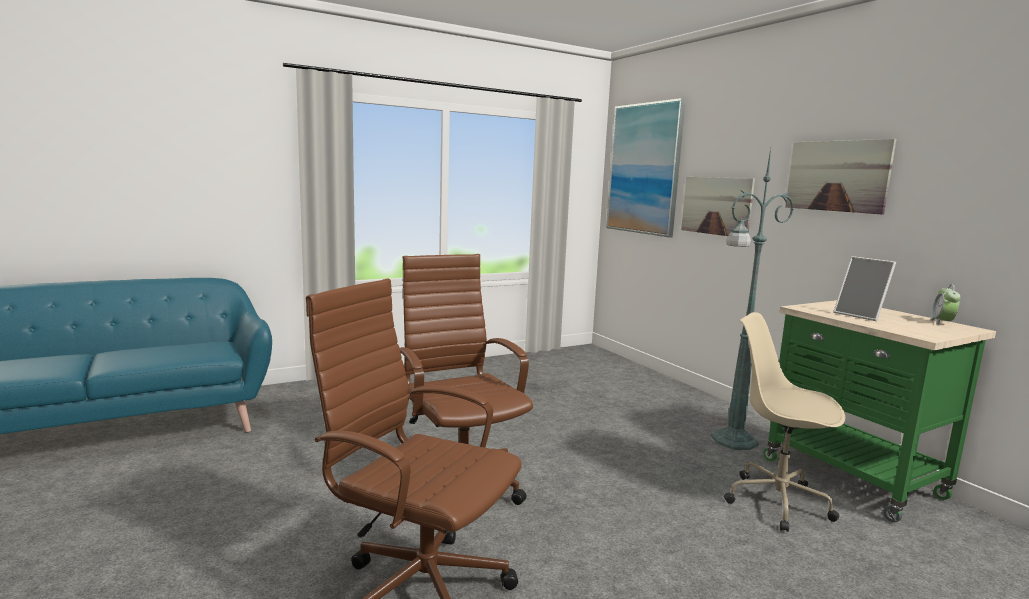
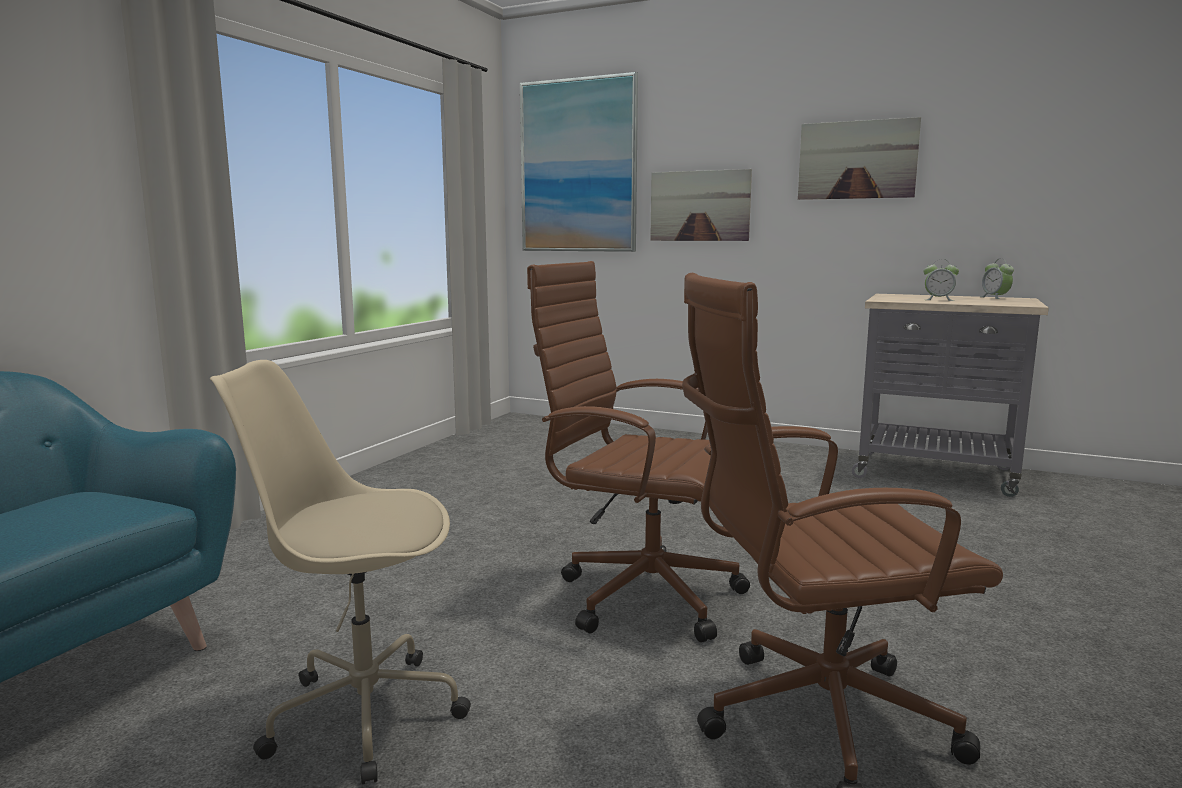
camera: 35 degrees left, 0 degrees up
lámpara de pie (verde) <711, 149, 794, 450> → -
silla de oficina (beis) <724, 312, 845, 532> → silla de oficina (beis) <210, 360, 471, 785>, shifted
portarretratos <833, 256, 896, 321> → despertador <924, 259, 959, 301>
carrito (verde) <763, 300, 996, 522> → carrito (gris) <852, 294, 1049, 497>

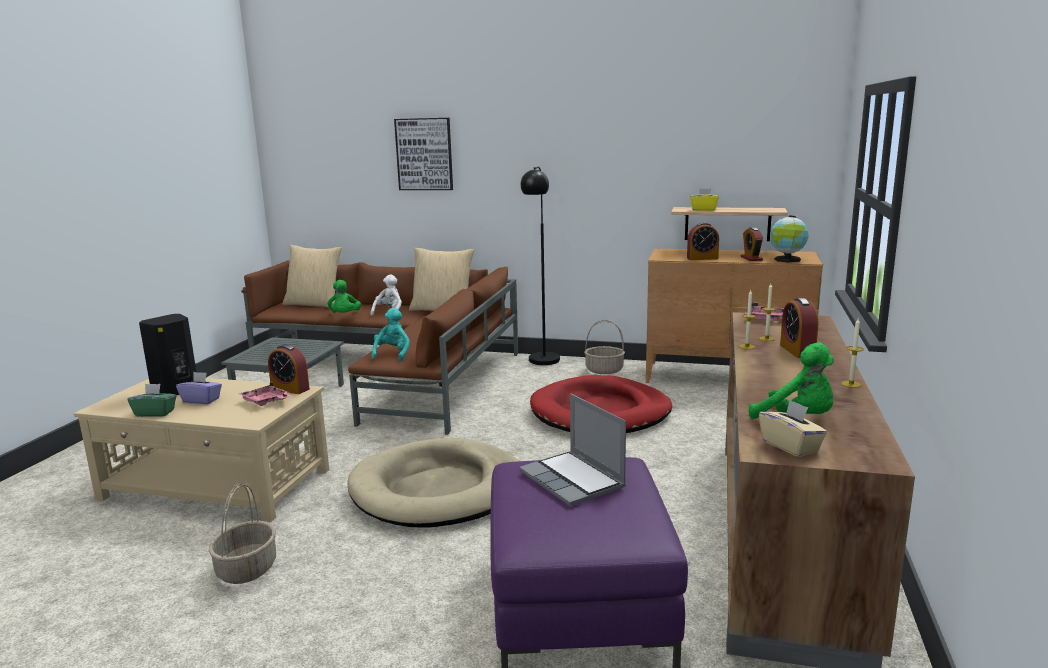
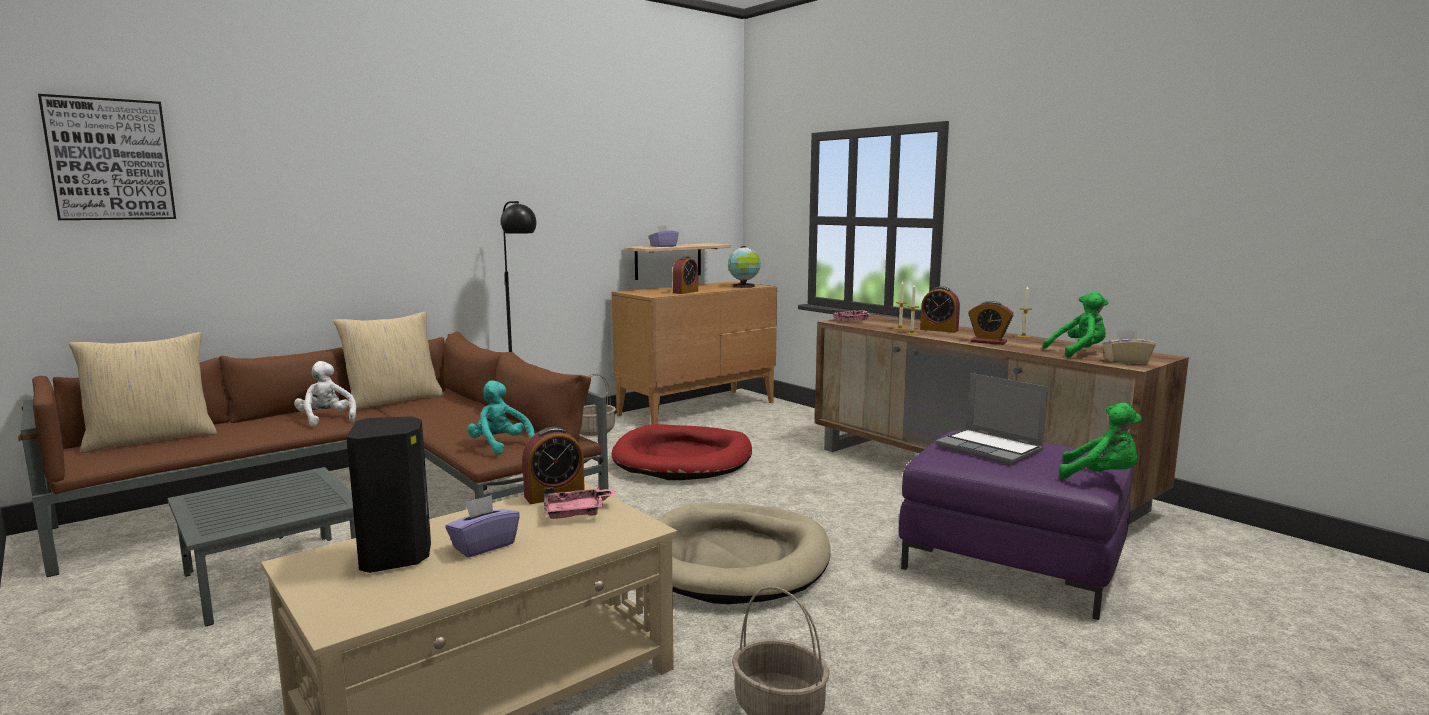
camera: 55 degrees left, 5 degrees down
caja de pañuelos (verde) <128, 384, 176, 417> → -
peluche (verde) <327, 280, 361, 313> → peluche (verde) <1059, 403, 1142, 479>, shifted
cuadro <394, 118, 453, 190> → cuadro <38, 94, 176, 220>, shifted
despertador <741, 227, 763, 261> → despertador <968, 301, 1014, 345>, shifted
caja de pañuelos (amarillo) <690, 188, 718, 211> → caja de pañuelos (morado) <648, 225, 679, 247>
portátil <519, 394, 626, 506> → portátil <936, 373, 1048, 465>, 45 degrees clockwise

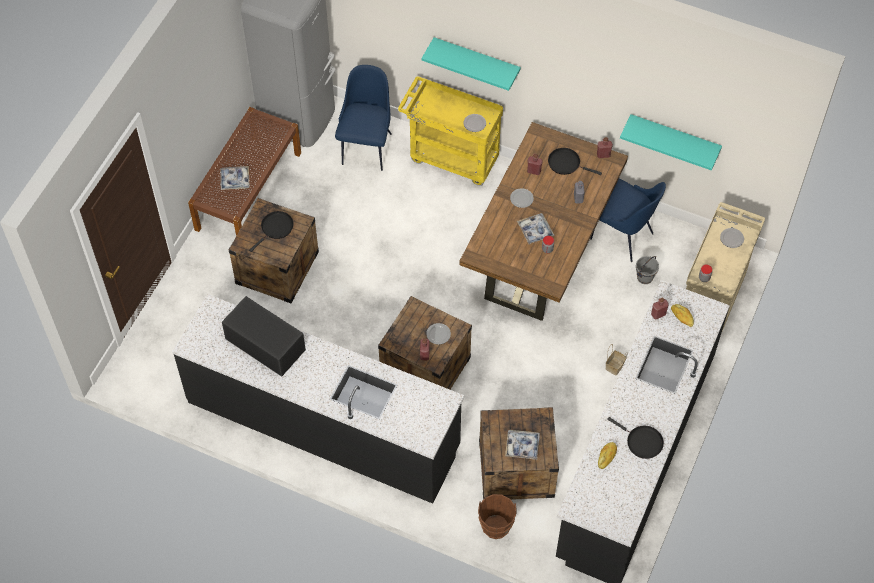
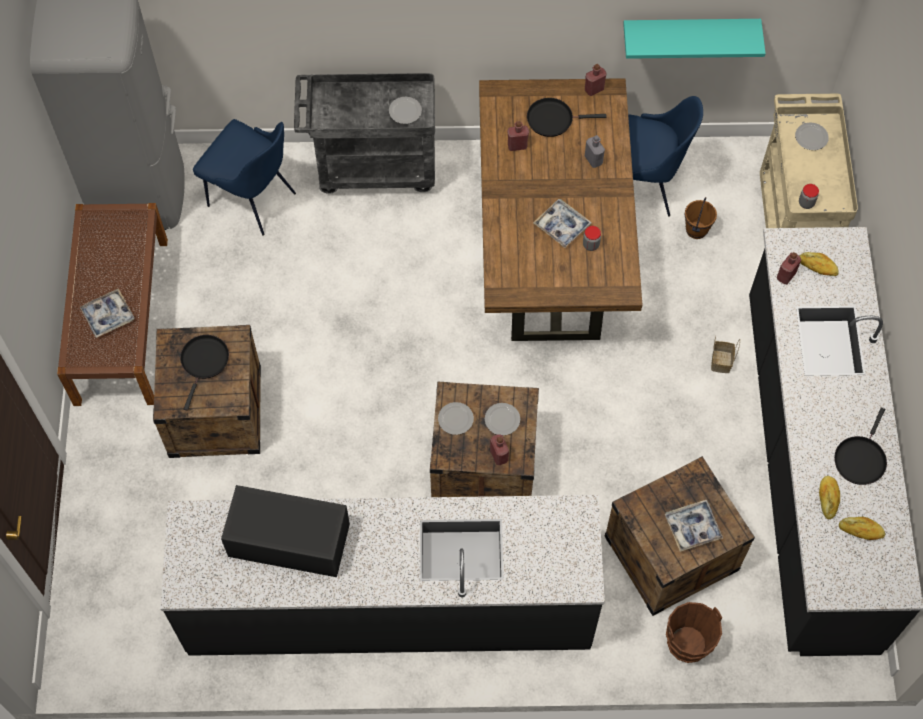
camera: 25 degrees left, 5 degrees up
estante (turquesa) <422, 37, 521, 91> → -
- → pan <839, 517, 885, 540>
plato <510, 188, 534, 208> → plato <438, 402, 474, 435>, shifted
carrito (amarillo) <398, 76, 503, 186> → carrito (negro) <294, 73, 435, 194>
cubo (gris) <636, 256, 659, 284> → cubo (marrón) <684, 197, 717, 239>
silla (azul) <335, 65, 392, 171> → silla (azul) <193, 119, 296, 236>, 135 degrees clockwise
sartén (negro) <607, 417, 664, 459> → sartén (negro) <834, 407, 887, 485>, 105 degrees clockwise

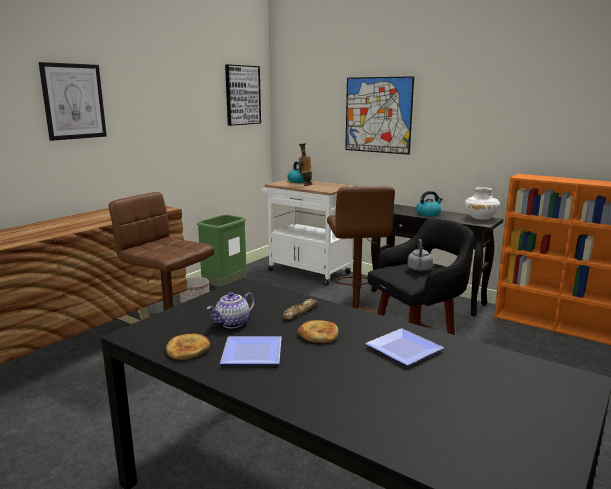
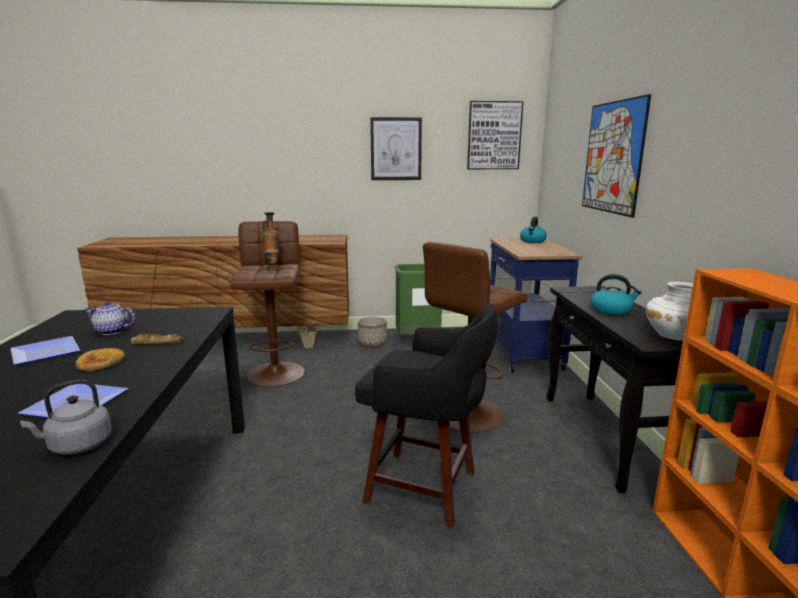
camera: 50 degrees right, 0 degrees up
pan <166, 334, 210, 360> → -
cuadro <39, 62, 107, 141> → cuadro <370, 117, 422, 180>, shifted
florero <298, 143, 313, 186> → florero <262, 212, 279, 271>, shifted
hervidor (gris) <408, 239, 433, 271> → hervidor (gris) <20, 379, 112, 455>, shifted
carrito (blanco) <261, 179, 356, 286> → carrito (azul) <490, 238, 582, 373>

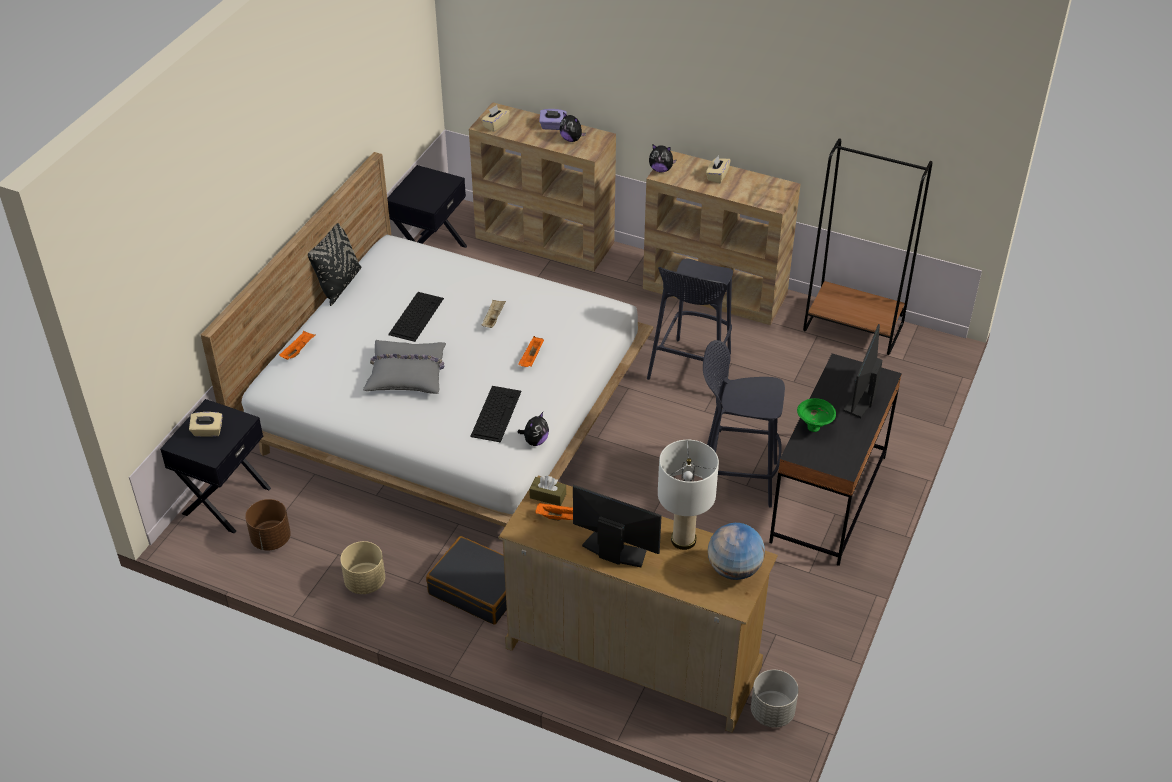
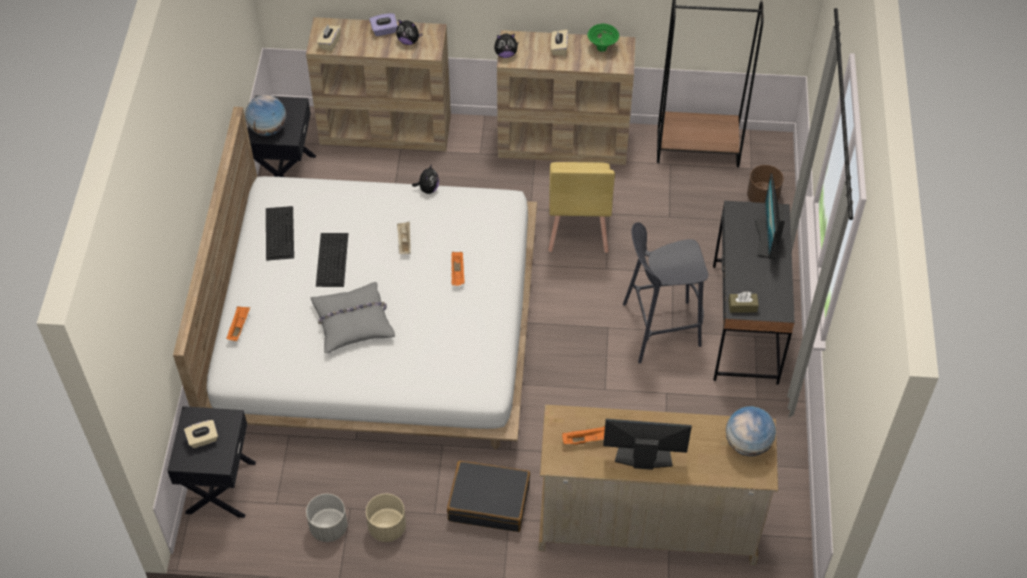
camera: 20 degrees left, 10 degrees up
cojín (negro) <308, 223, 361, 306> → -
lámpara de mesa (blanco) <658, 440, 719, 550> → -
- → globo terráqueo <245, 95, 286, 136>
maceta (marrón) <245, 499, 291, 551> → maceta (marrón) <747, 165, 784, 203>, shifted
teclado <470, 386, 521, 442> → teclado <266, 206, 294, 261>, shifted
peluche <517, 412, 549, 446> → peluche <412, 164, 439, 194>, shifted
caja de pañuelos (marrón) <529, 476, 566, 506> → caja de pañuelos (marrón) <729, 291, 759, 313>, shifted
maceta (gris) <751, 670, 799, 727> → maceta (gris) <306, 494, 347, 542>, shifted
cuenco (verde) <797, 398, 836, 432> → cuenco (verde) <588, 24, 619, 52>, shifted
taburete (gris) <647, 259, 733, 392> → silla (amarillo) <548, 162, 615, 253>

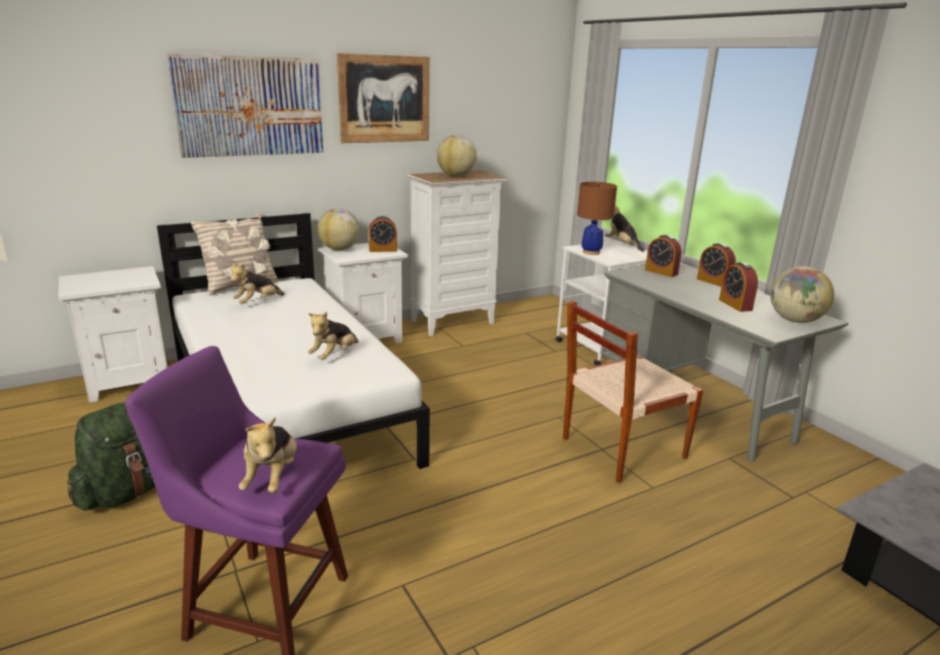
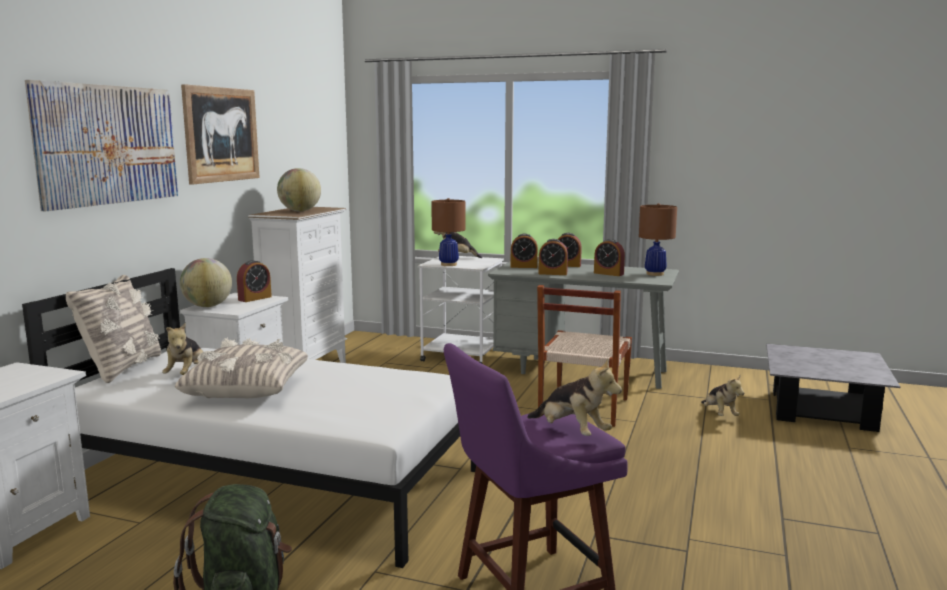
camera: 40 degrees left, 10 degrees down
- → cojín (beis) <175, 337, 308, 398>
- → despertador <538, 239, 568, 275>
peluche <308, 311, 358, 360> → peluche <701, 374, 744, 416>, shifted
globo terráqueo <770, 266, 834, 323> → lámpara de mesa (marrón) <639, 203, 677, 276>

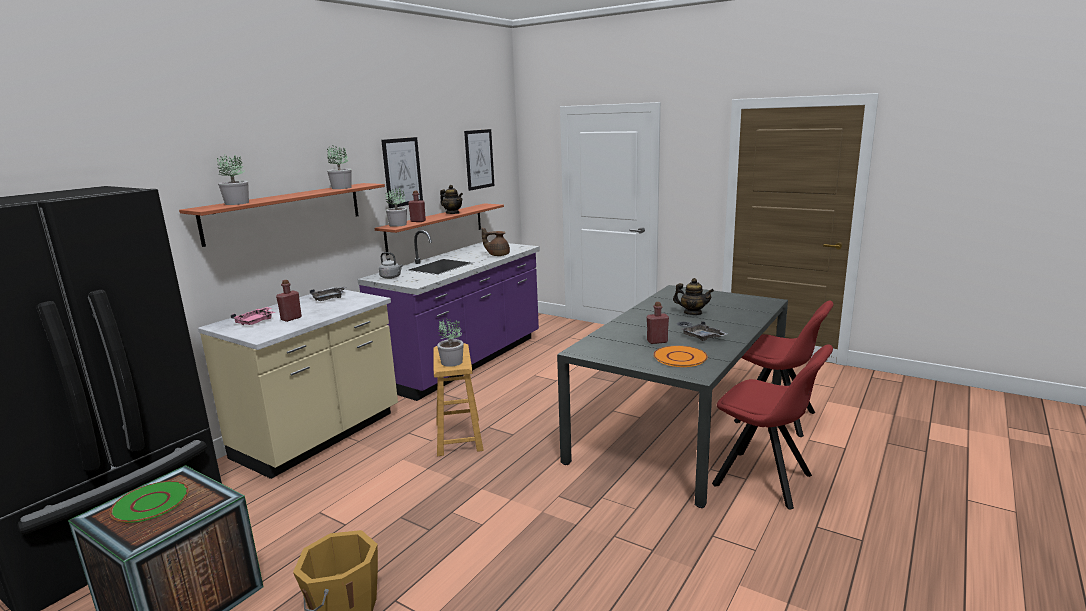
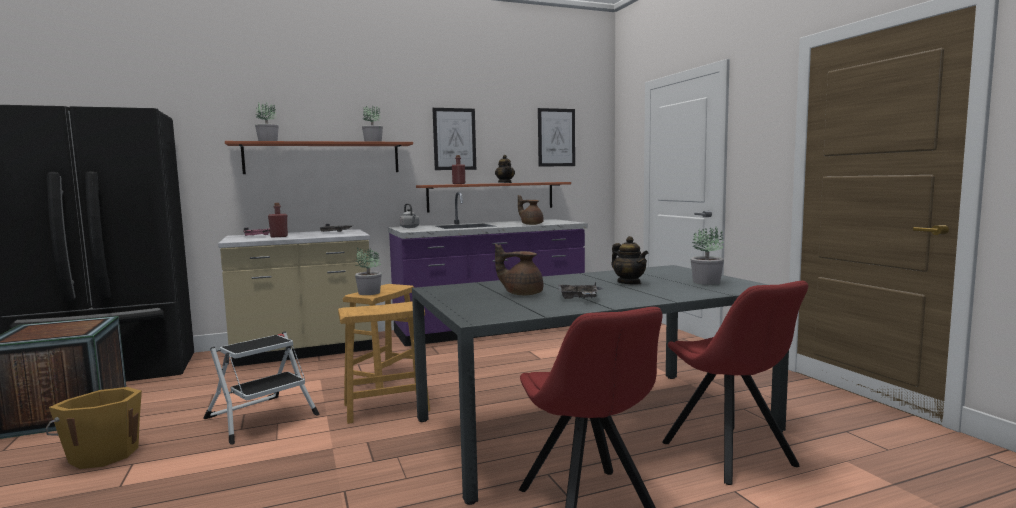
camera: 35 degrees right, 10 degrees down
plato (verde) <110, 481, 189, 523> → -
plato (naranja) <653, 346, 708, 367> → -
- → escalera de tijera <203, 332, 320, 445>
- → taburete (marrón) <338, 302, 430, 424>
planta en maceta <385, 187, 407, 227> → planta en maceta <691, 227, 724, 285>, shifted
botella (rojo) <647, 302, 669, 344> → tetera (marrón) <495, 244, 543, 295>

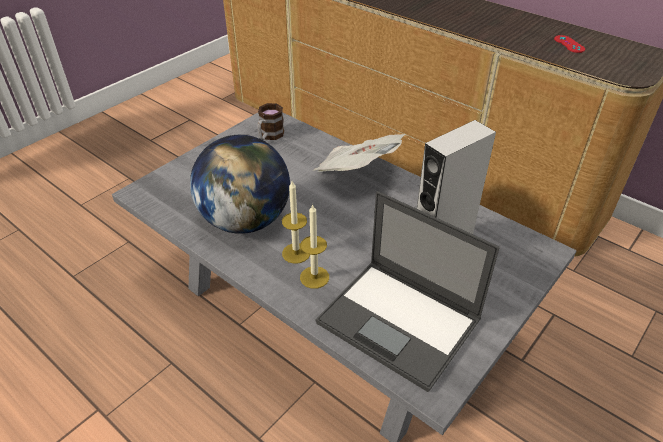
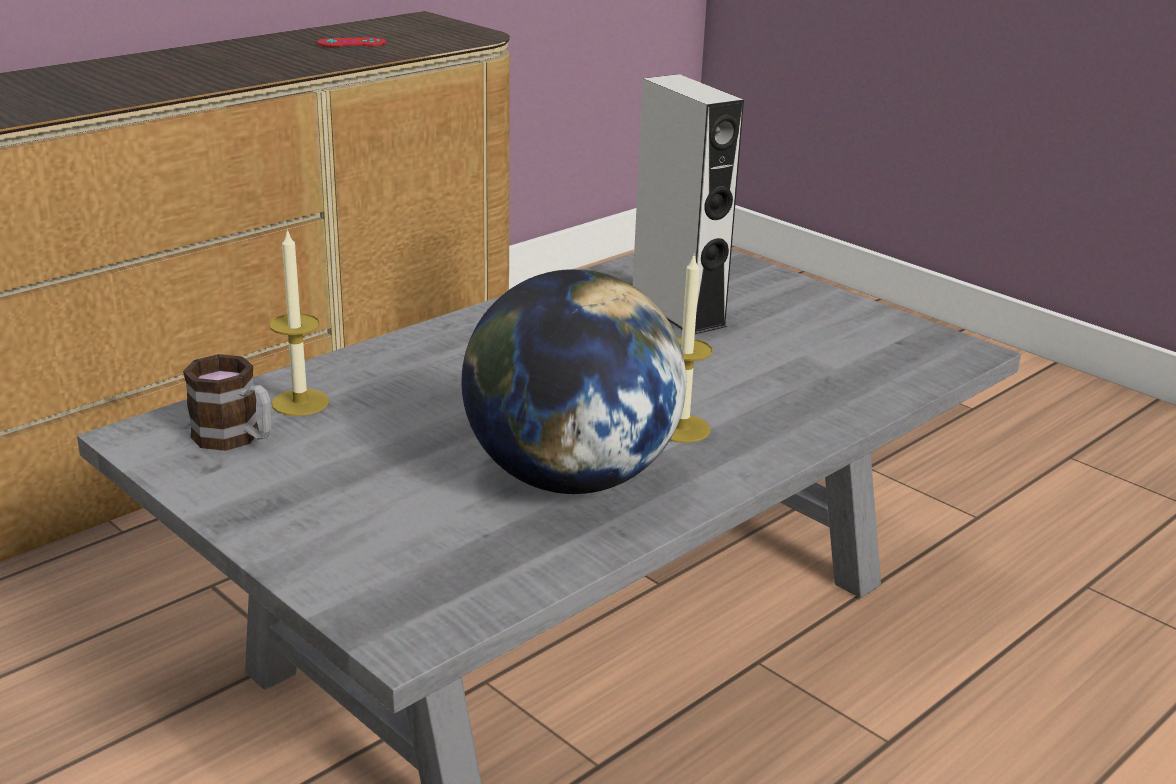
camera: 85 degrees left, 15 degrees down
periódico <313, 134, 405, 172> → -
portátil <316, 191, 500, 392> → -
vela <300, 203, 329, 289> → vela <269, 228, 329, 416>, shifted

